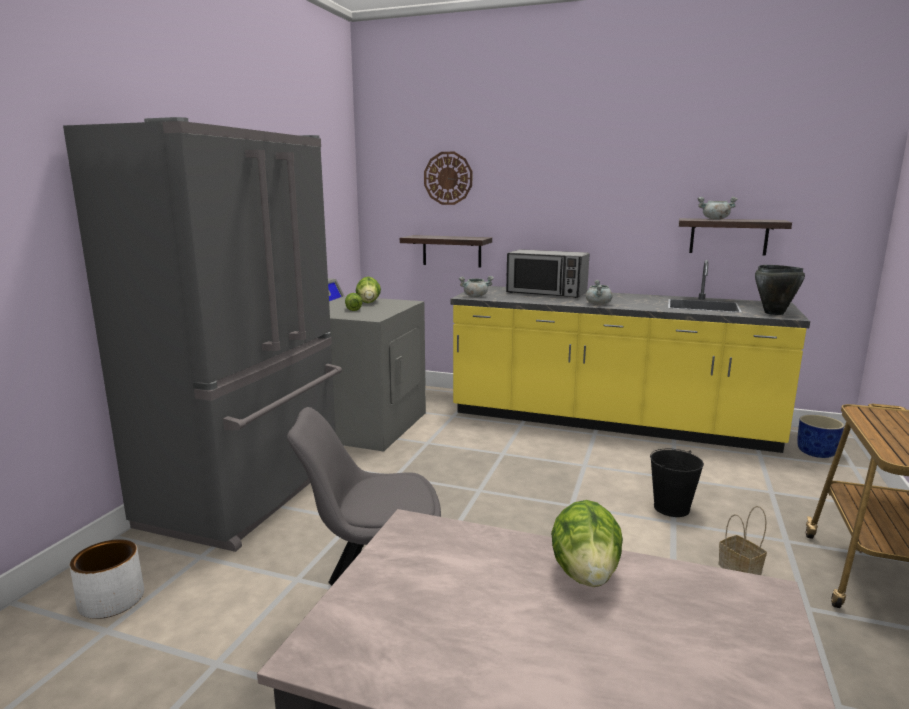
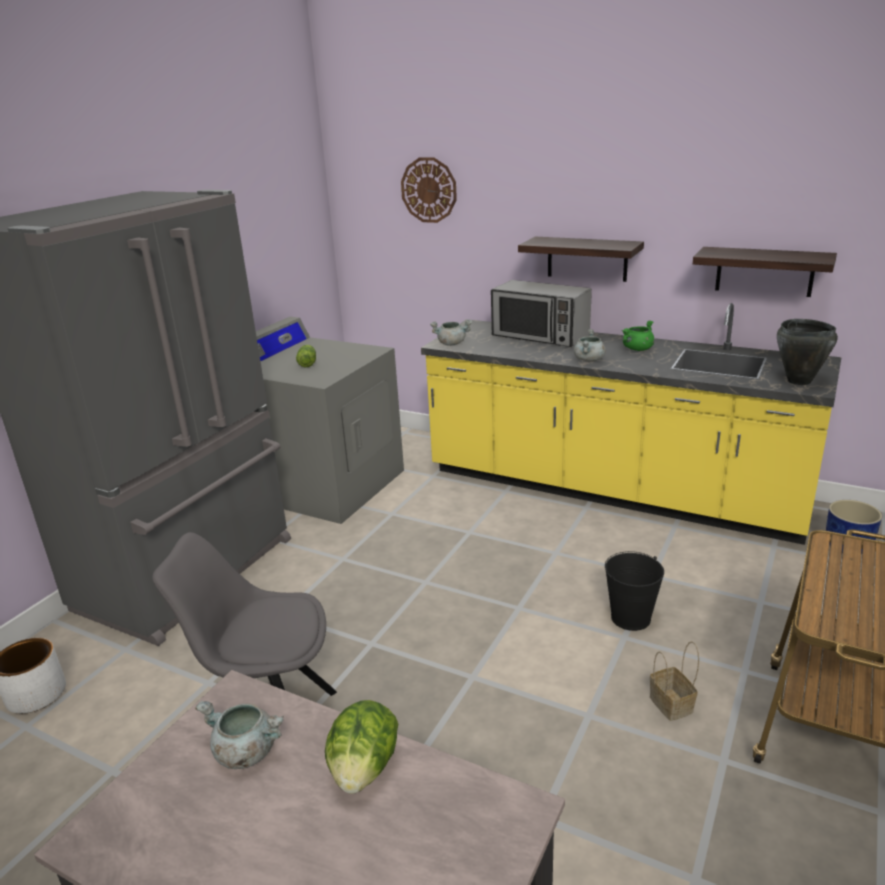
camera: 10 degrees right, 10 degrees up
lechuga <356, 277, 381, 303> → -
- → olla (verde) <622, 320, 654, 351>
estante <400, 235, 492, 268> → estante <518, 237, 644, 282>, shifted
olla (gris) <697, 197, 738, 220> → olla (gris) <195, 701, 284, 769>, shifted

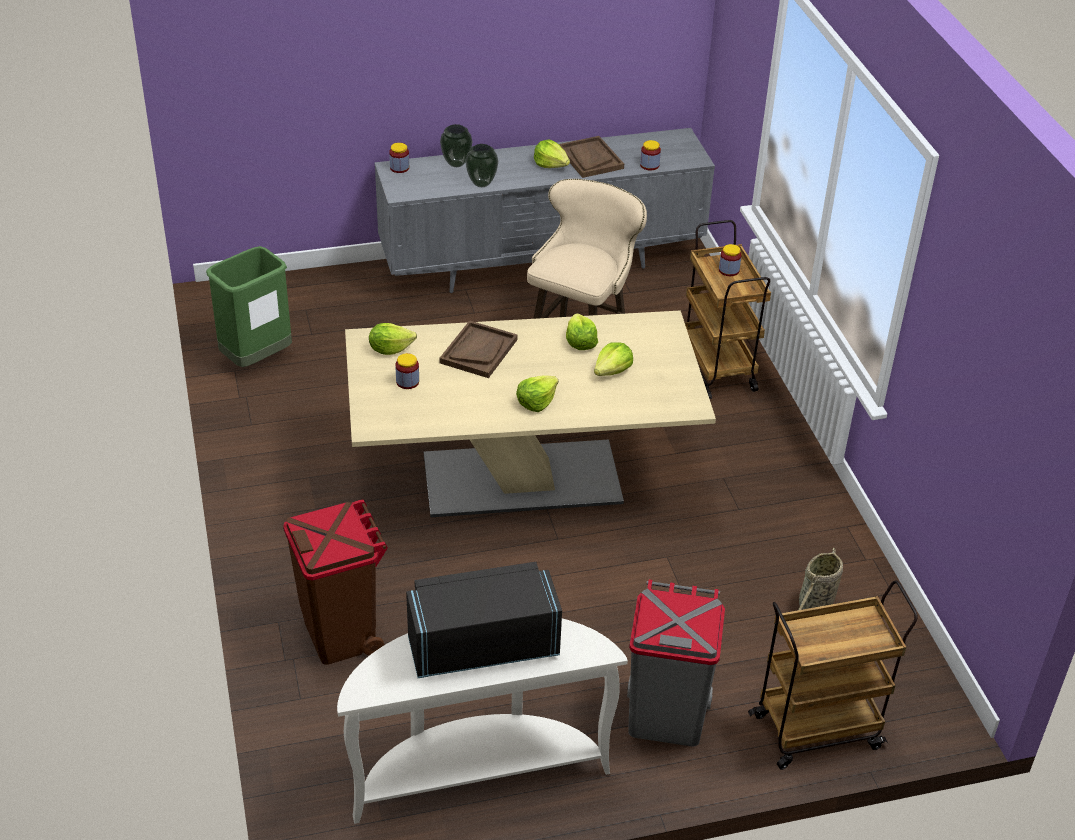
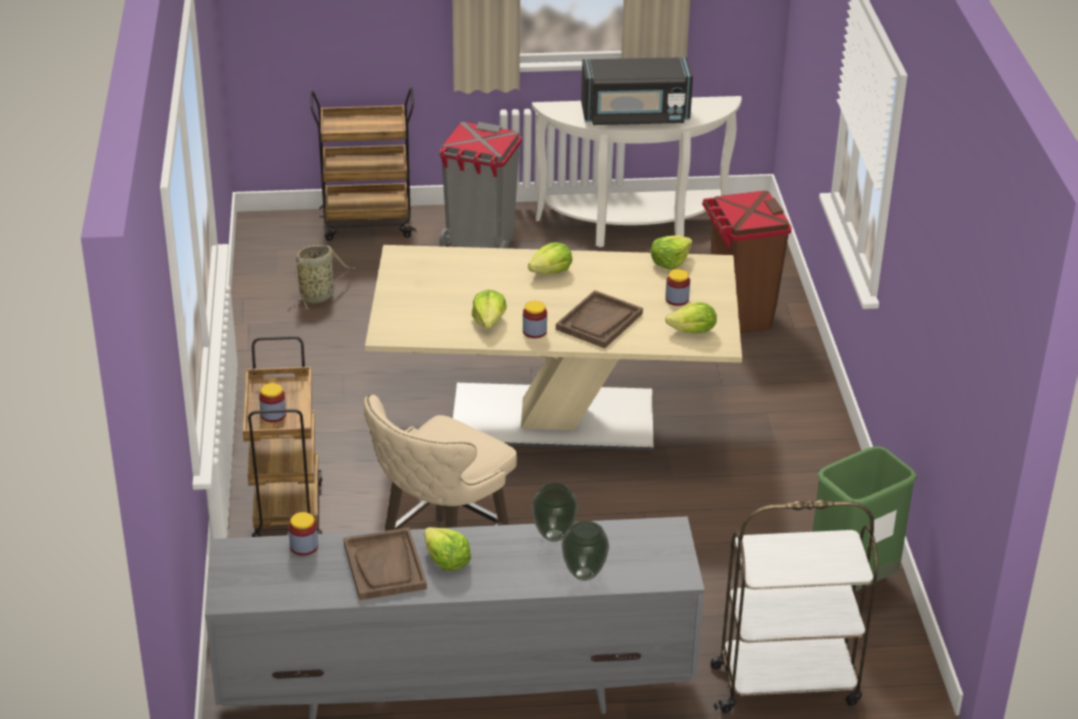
camera: 170 degrees left, 5 degrees down
- → carrito (blanco) <711, 500, 878, 713>
tarro <389, 143, 409, 173> → tarro <523, 301, 547, 338>, shifted
lechuga <594, 342, 633, 376> → lechuga <650, 235, 693, 270>, shifted

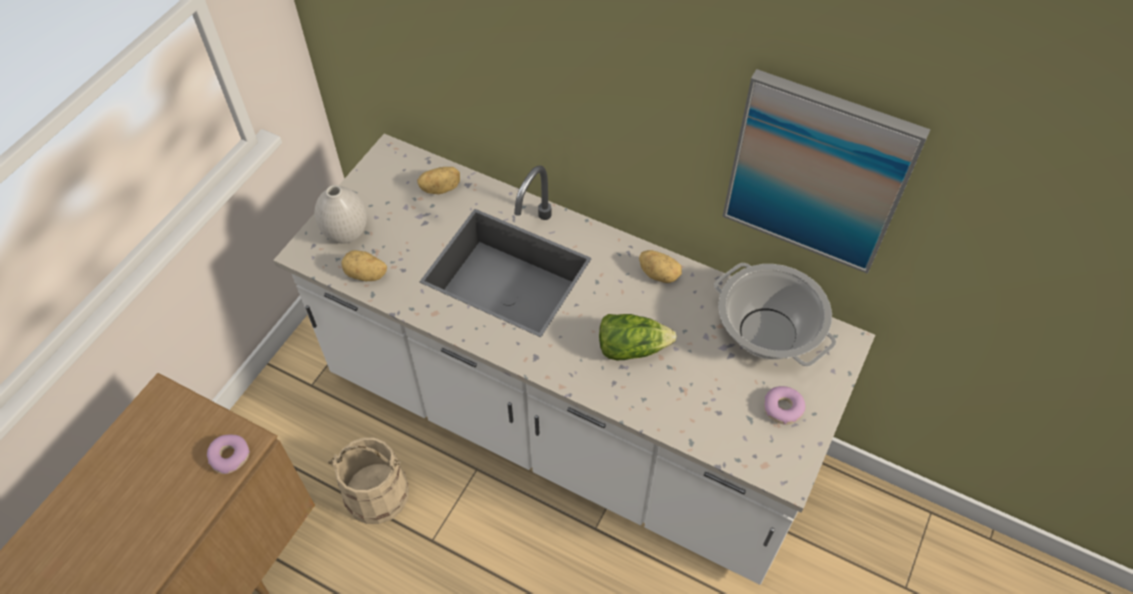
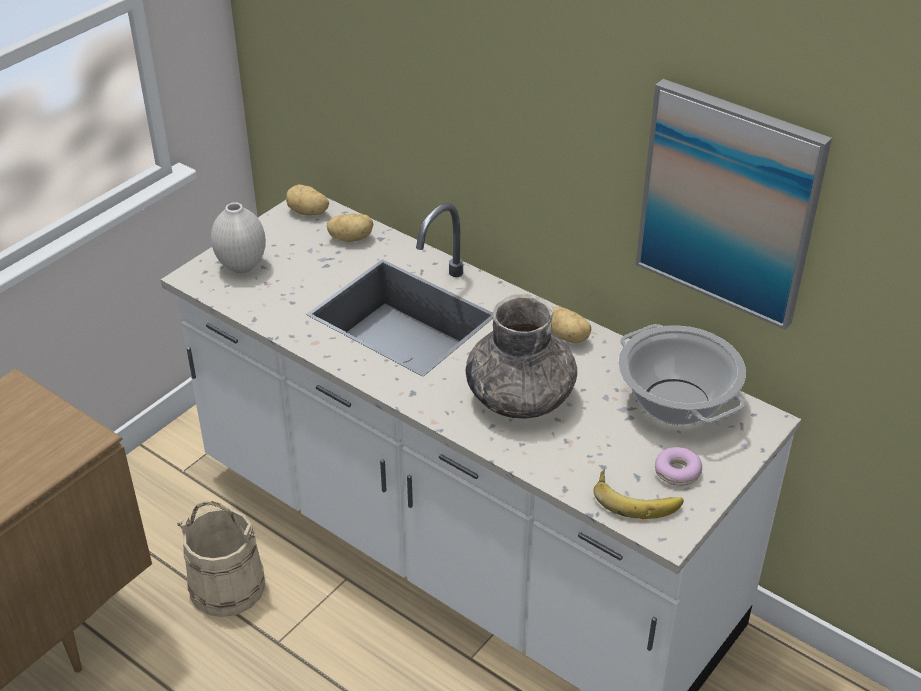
camera: 10 degrees right, 15 degrees down
rosquilla <207, 435, 250, 474> → -
- → plátano <594, 469, 683, 519>
patata <342, 250, 387, 281> → patata <286, 185, 329, 215>, shifted
lechuga <599, 314, 677, 360> → florero (gris) <465, 294, 577, 419>

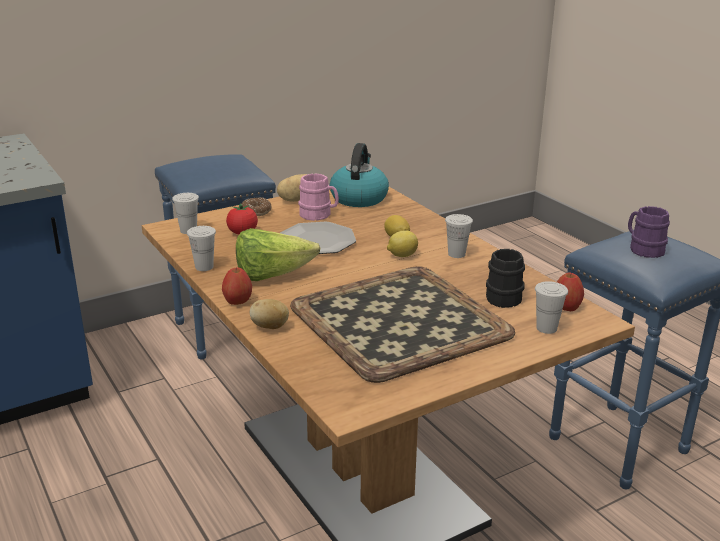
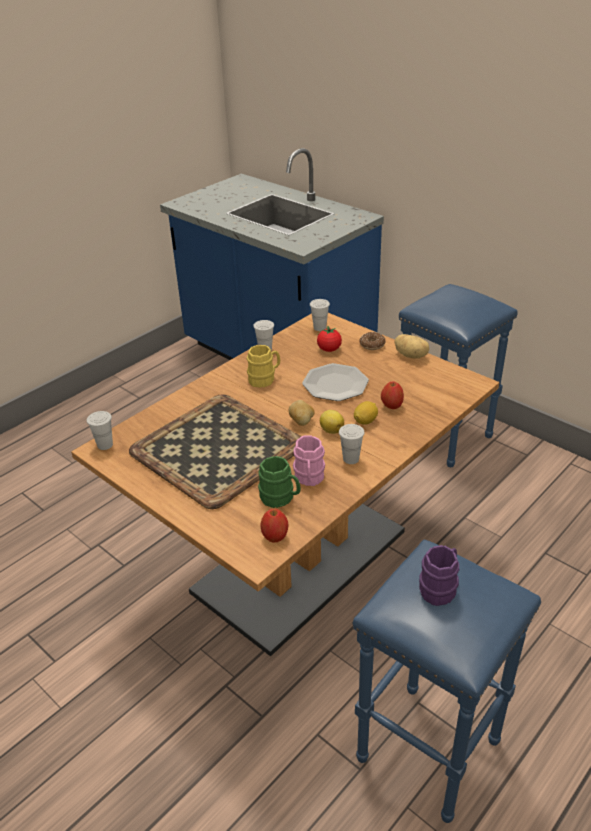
camera: 75 degrees right, 10 degrees up
hervidor <330, 143, 389, 207> → -
manzana <222, 267, 252, 305> → manzana <381, 382, 404, 409>, shifted
patata <250, 299, 289, 329> → patata <289, 400, 315, 426>, shifted
taza grande (rosa) <298, 173, 339, 221> → taza grande (rosa) <293, 436, 325, 486>, shifted
taza (blanco) <535, 281, 568, 334> → taza (blanco) <87, 411, 113, 450>, shifted
lechuga <236, 228, 320, 281> → taza grande (amarillo) <247, 345, 280, 388>
taza grande (negro) <486, 249, 525, 308> → taza grande (verde) <258, 456, 301, 508>

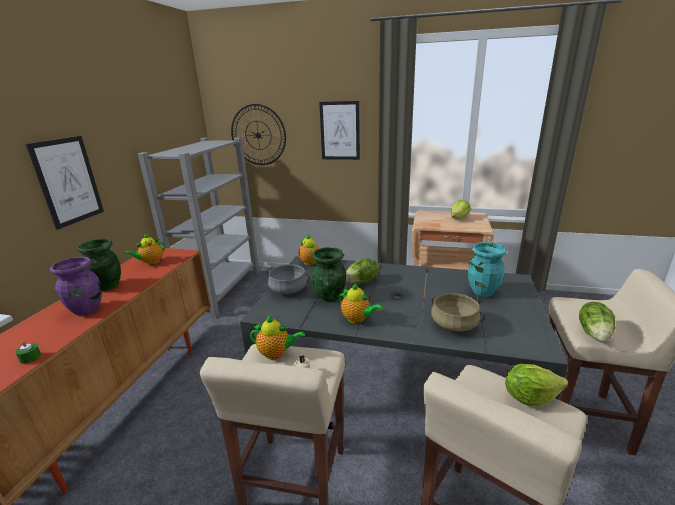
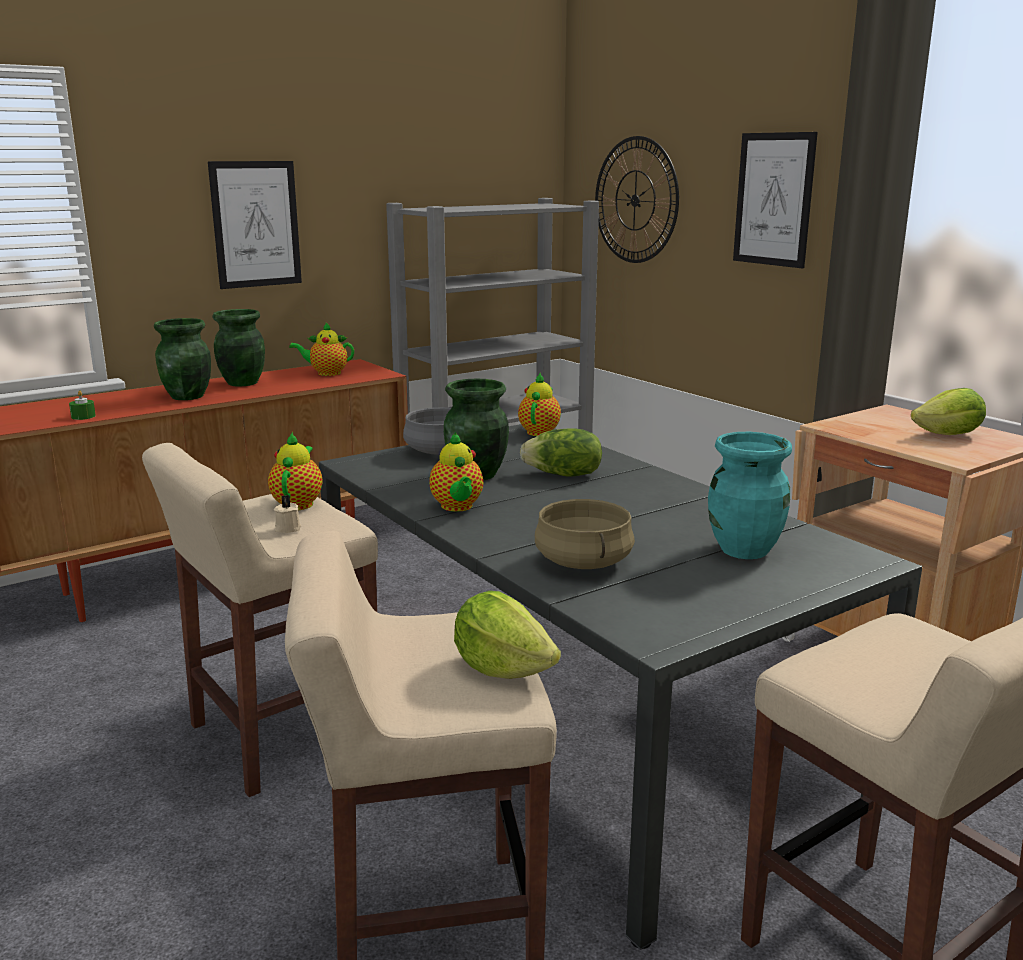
camera: 40 degrees right, 5 degrees down
lechuga <579, 302, 615, 342> → -
florero (morado) <50, 257, 102, 316> → florero (verde) <154, 318, 211, 400>
tetera <250, 315, 305, 360> → tetera <268, 432, 322, 510>, 135 degrees counterclockwise

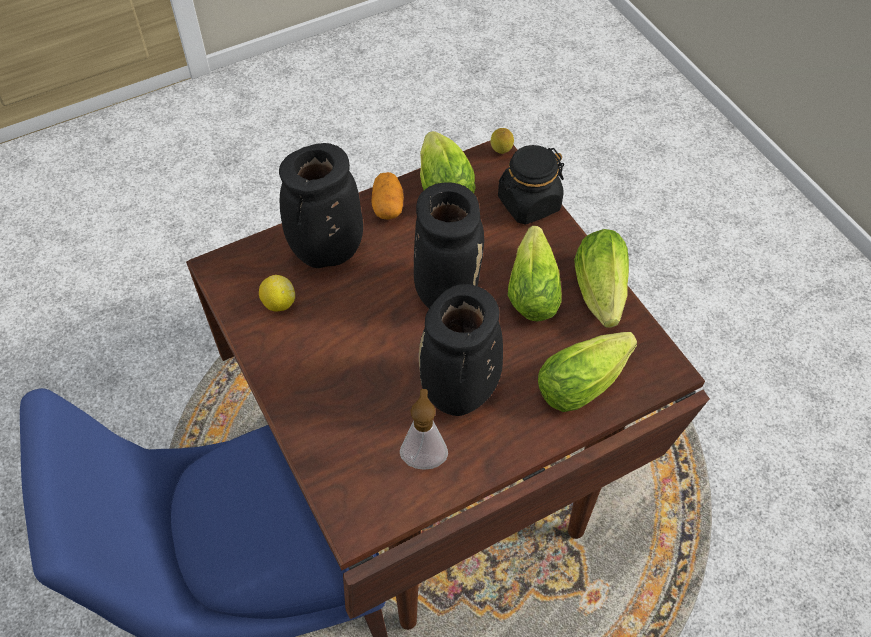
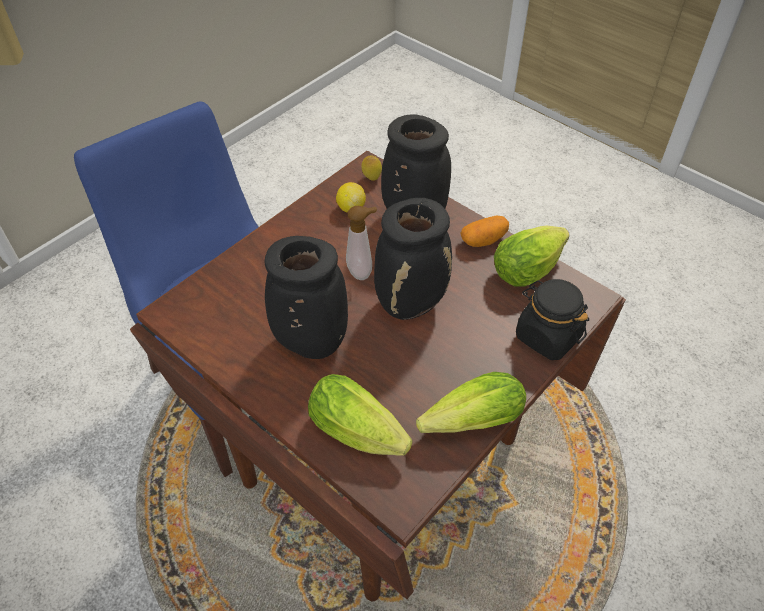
camera: 70 degrees right, 5 degrees down
lechuga <508, 226, 562, 321> → -
dispensador de jabón <400, 389, 448, 470> → dispensador de jabón <346, 206, 377, 280>, shifted
limón <491, 128, 514, 154> → limón <361, 155, 382, 181>, shifted

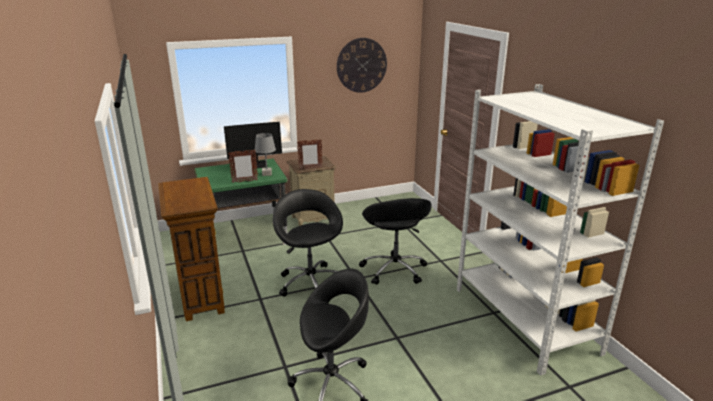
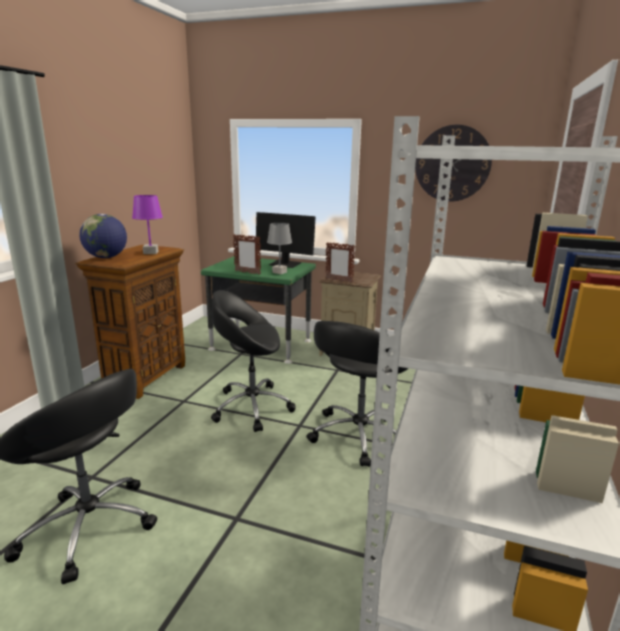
camera: 40 degrees right, 5 degrees down
- → globo terráqueo <79, 214, 127, 258>
- → lámpara de mesa (morado) <132, 195, 163, 254>
silla de oficina (negro) <273, 189, 343, 296> → silla de oficina (negro) <211, 290, 296, 432>, 105 degrees counterclockwise

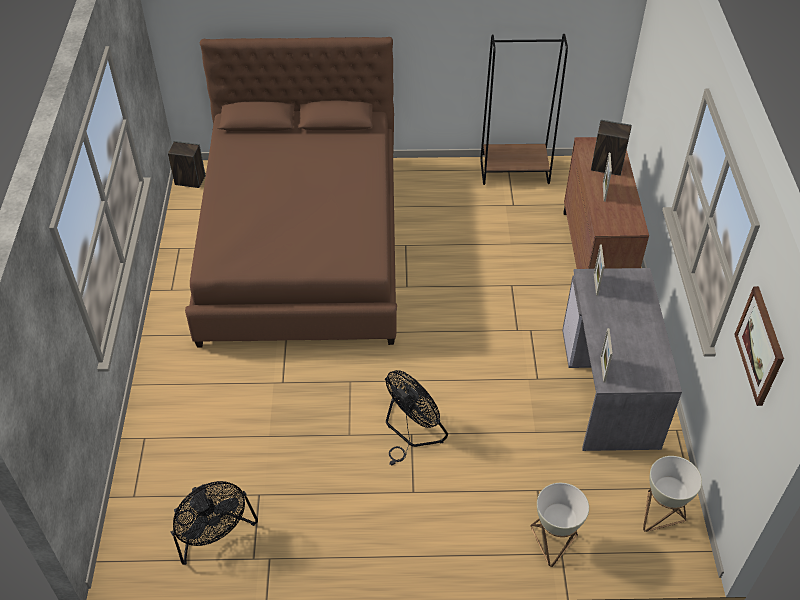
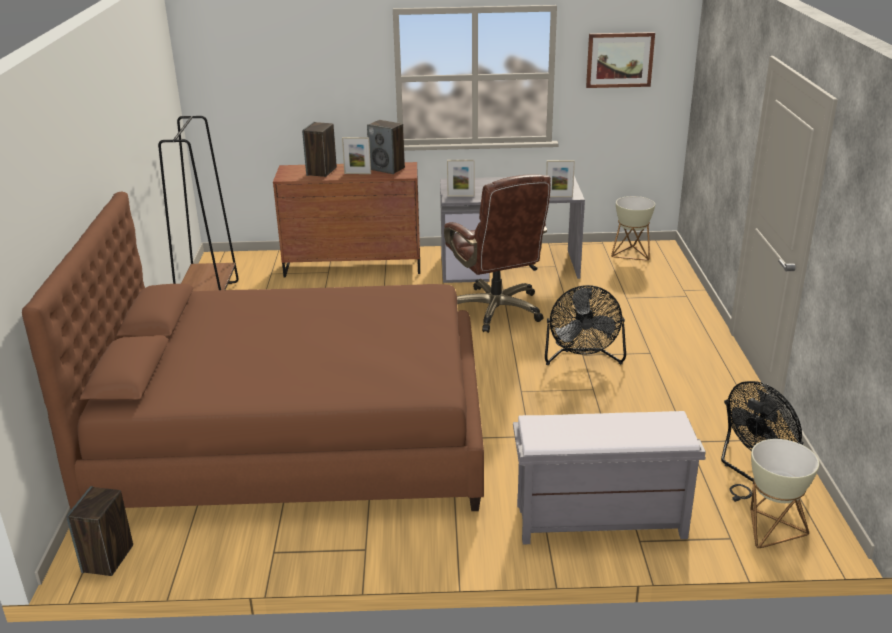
camera: 90 degrees left, 20 degrees down
- → altavoz <367, 120, 405, 174>
- → silla de oficina (marrón) <444, 174, 551, 333>
- → banco (gris) <513, 411, 706, 545>
maceta <531, 483, 589, 567> → maceta <751, 439, 819, 548>, shifted
ventilador (negro) <384, 370, 448, 466> → ventilador (negro) <545, 285, 626, 365>, 135 degrees counterclockwise

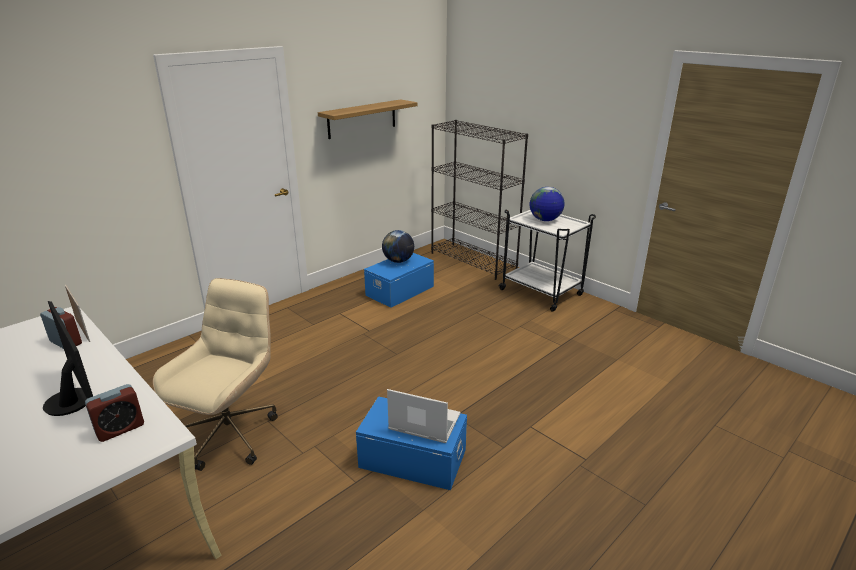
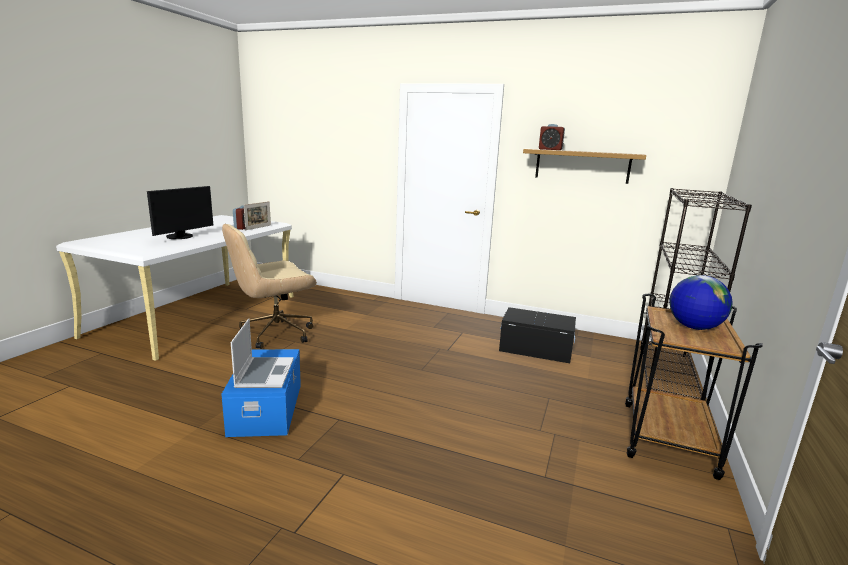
camera: 65 degrees right, 10 degrees down
globo terráqueo <382, 230, 414, 263> → -
despertador <85, 384, 144, 442> → despertador <539, 124, 565, 150>, shifted
caja de almacenaje (azul) <364, 253, 434, 308> → caja de almacenaje (negro) <499, 307, 576, 363>
carrito (blanco) <498, 210, 596, 312> → carrito (marrón) <625, 294, 763, 480>
silla de oficina (beis) <153, 278, 278, 471> → silla de oficina (beis) <222, 224, 317, 349>, 150 degrees clockwise

